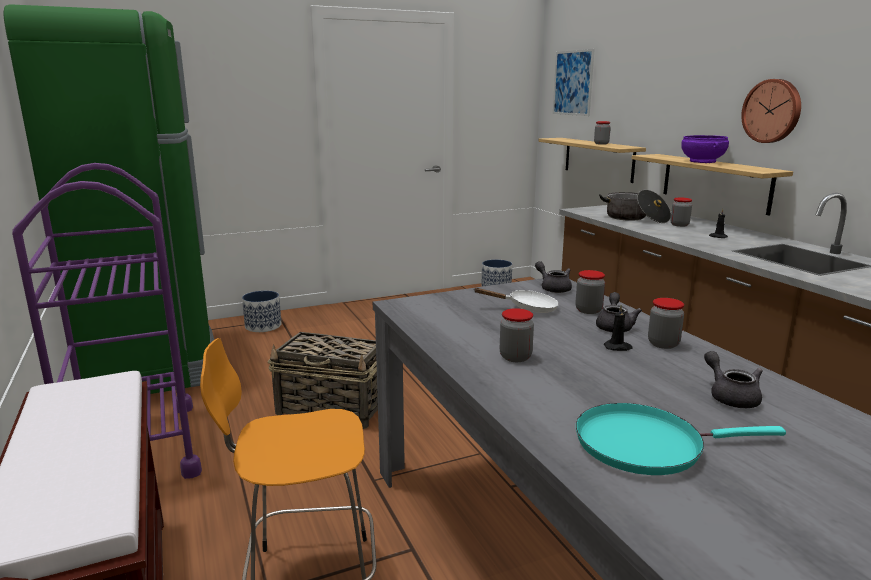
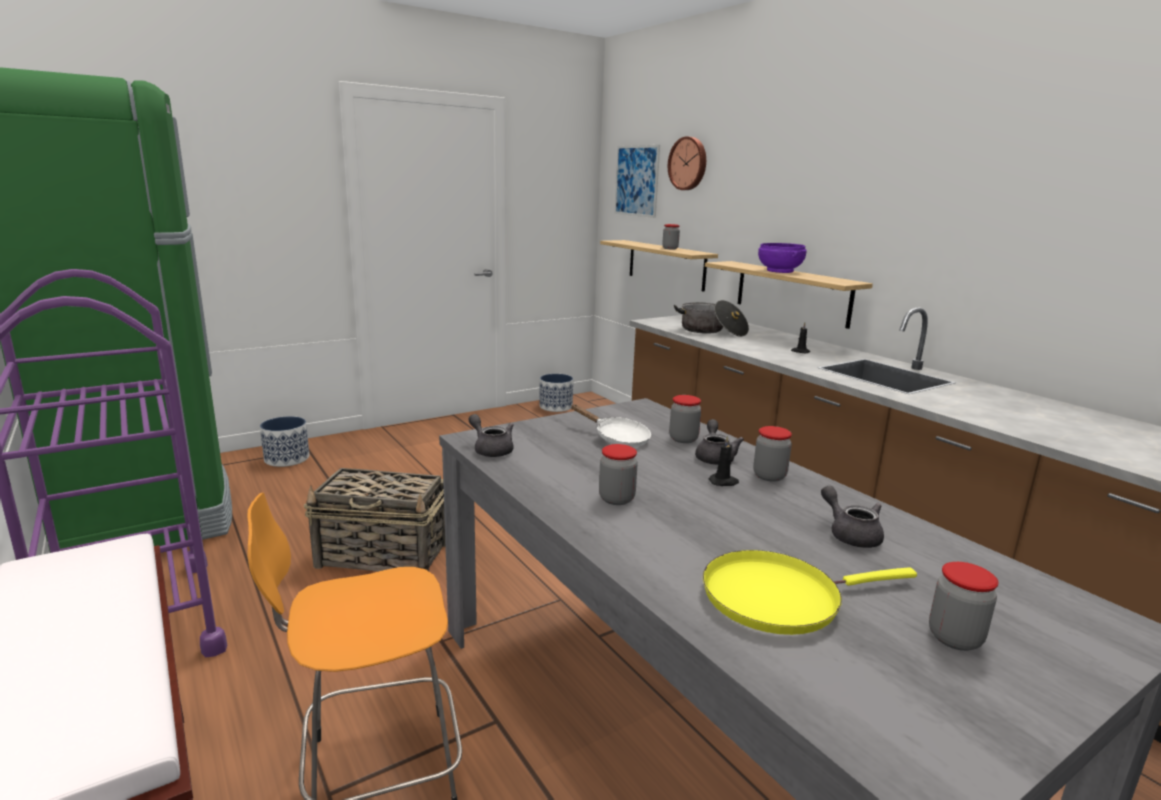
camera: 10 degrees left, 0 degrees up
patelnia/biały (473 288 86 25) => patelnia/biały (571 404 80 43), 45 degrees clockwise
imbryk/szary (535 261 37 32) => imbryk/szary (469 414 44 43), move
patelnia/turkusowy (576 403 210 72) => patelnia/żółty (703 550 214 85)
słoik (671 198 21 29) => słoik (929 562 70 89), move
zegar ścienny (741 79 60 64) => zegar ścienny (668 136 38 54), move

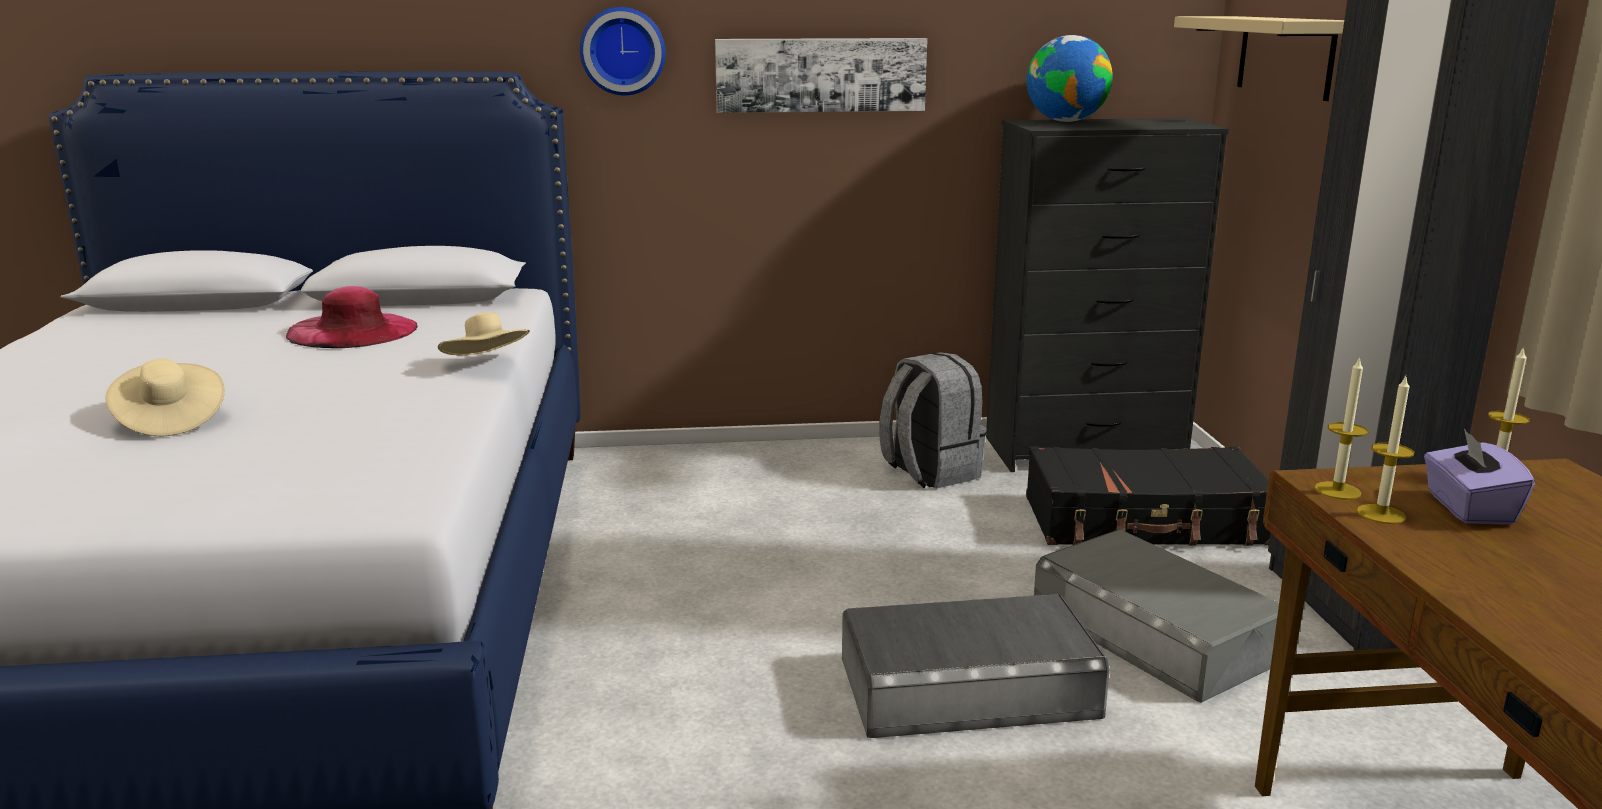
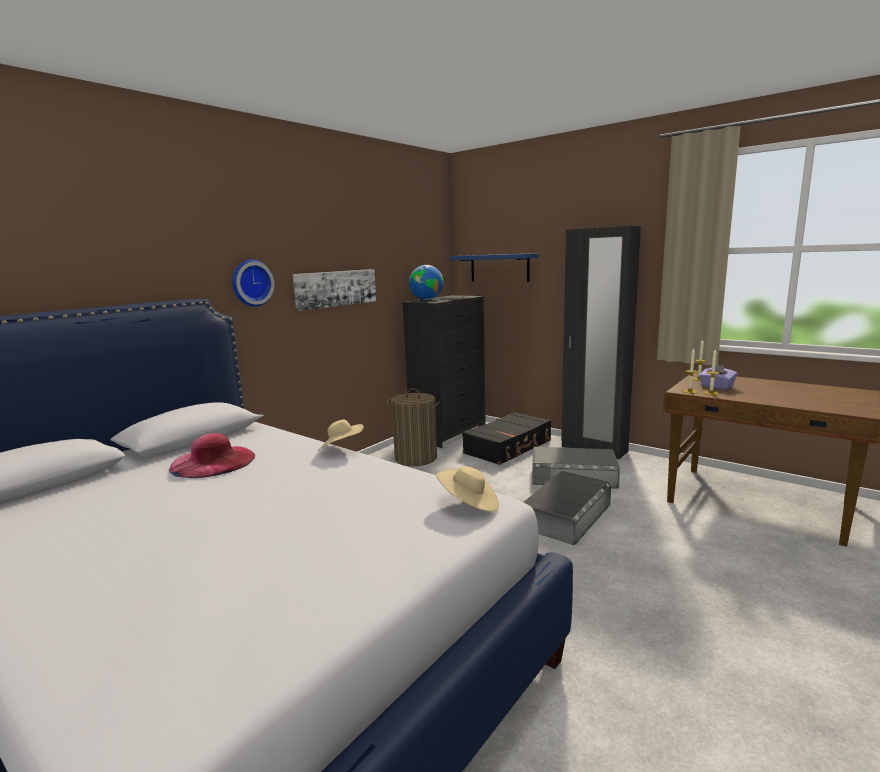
camera: 45 degrees left, 5 degrees down
kapelusz/beżowy (105 358 120 79) => kapelusz/beżowy (436 466 63 46), move
plecak/szary (879 352 108 137) => kosz na pranie (387 388 53 78)
półka/beżowy (1174 16 170 85) => półka/niebieski (449 253 90 29)

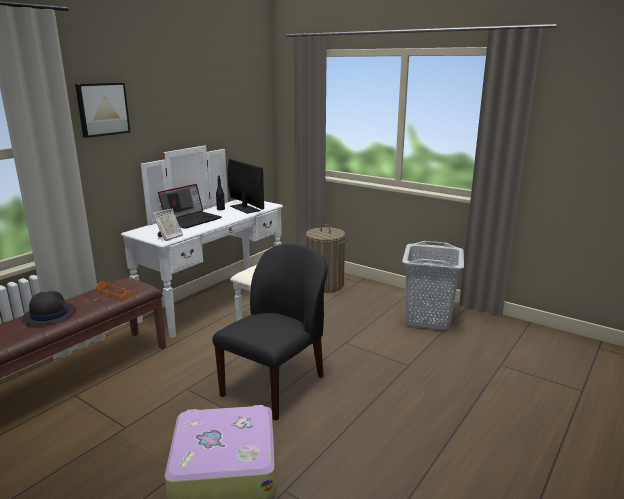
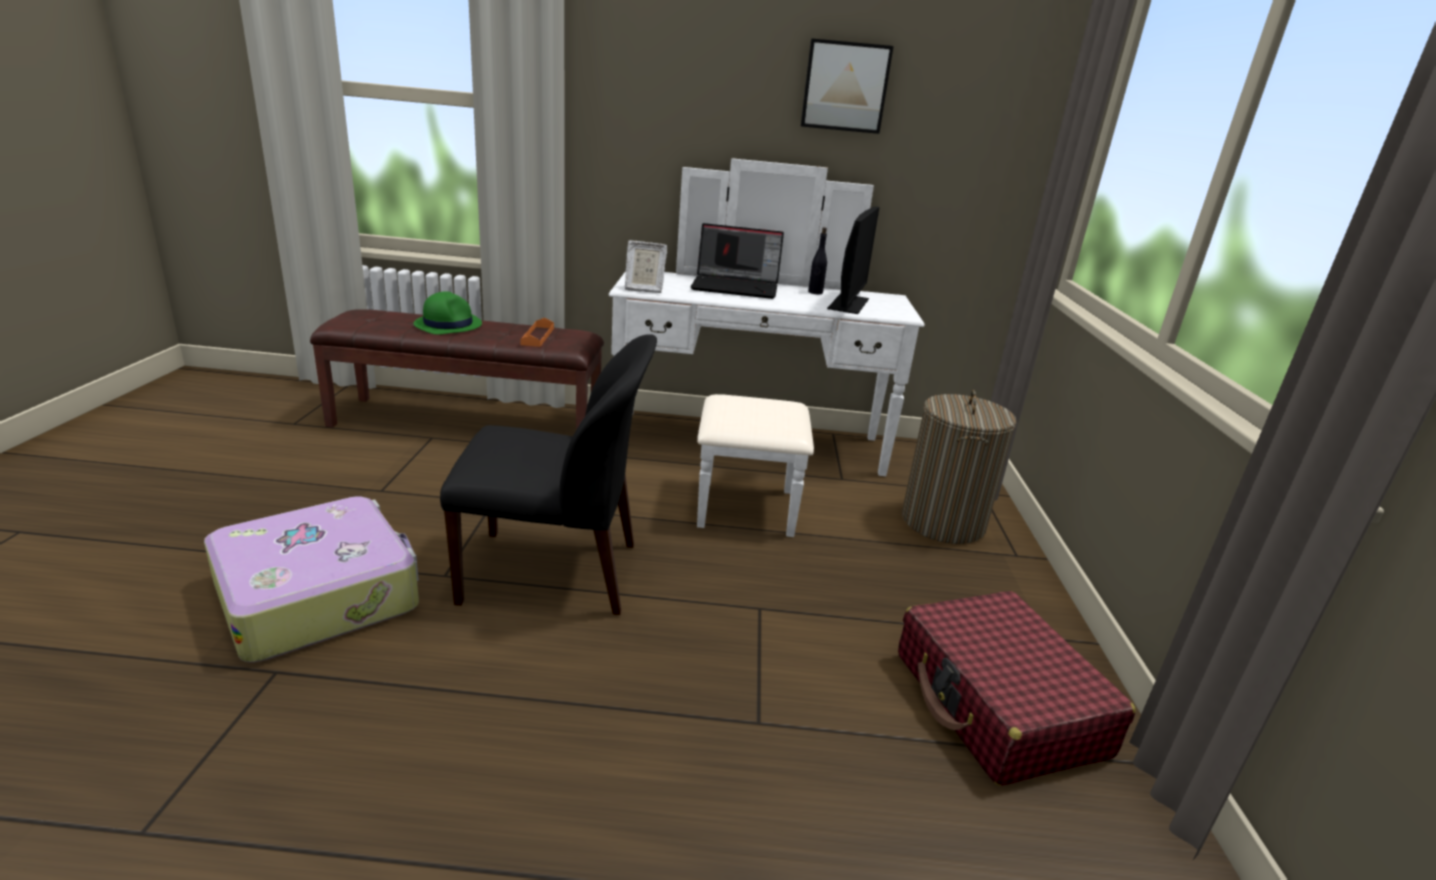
camera: 55 degrees right, 5 degrees up
kapelusz/czarny (23 291 53 34) => kapelusz/zielony (414 291 68 44)
obraz (75 82 56 56) => obraz (801 39 93 95), move
kosz na pranie/szary (402 241 62 89) => walizka/czerwony (898 591 238 195)

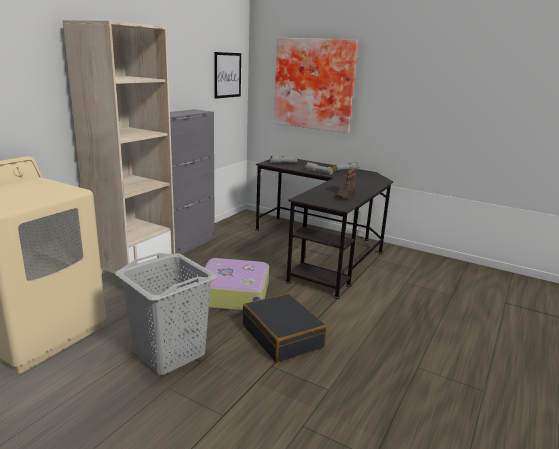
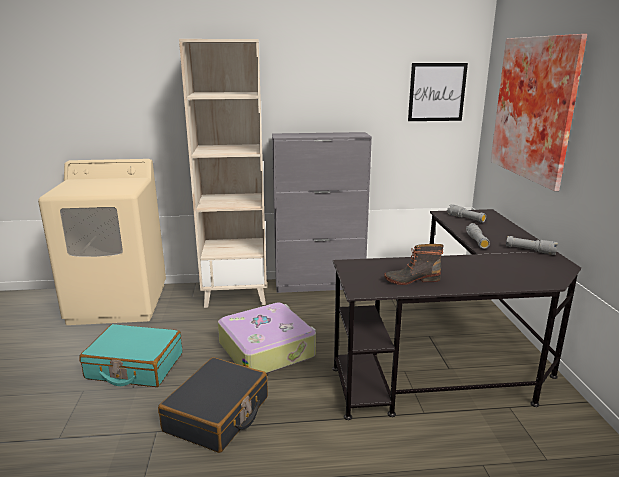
camera: 55 degrees right, 0 degrees up
kosz na pranie/szary (115 253 102 122) => walizka/turkusowy (79 324 103 63)

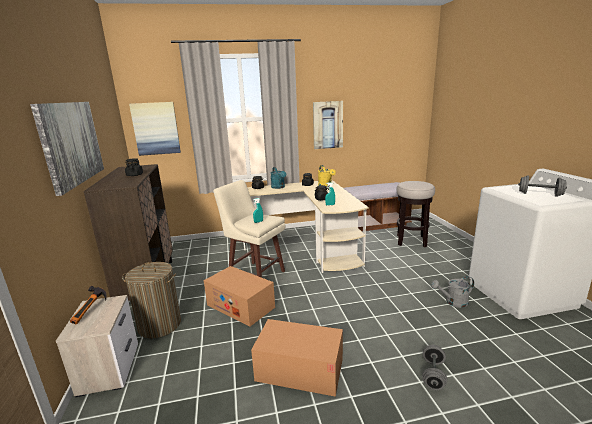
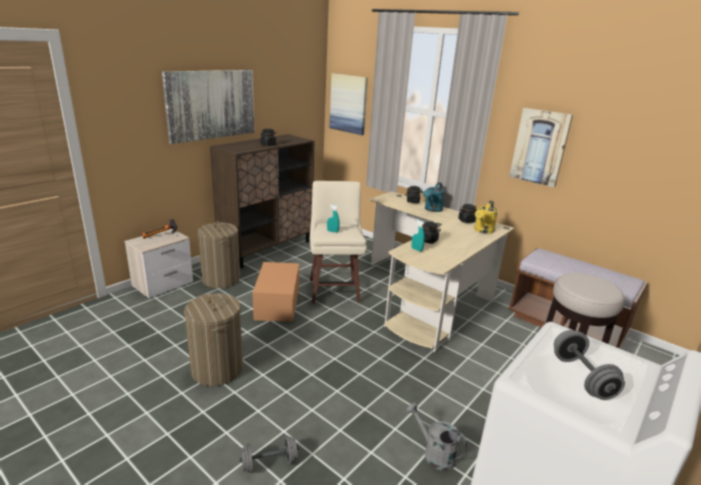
camera: 50 degrees right, 5 degrees up
karton (251 319 92 78) => kosz na pranie (184 293 59 93)

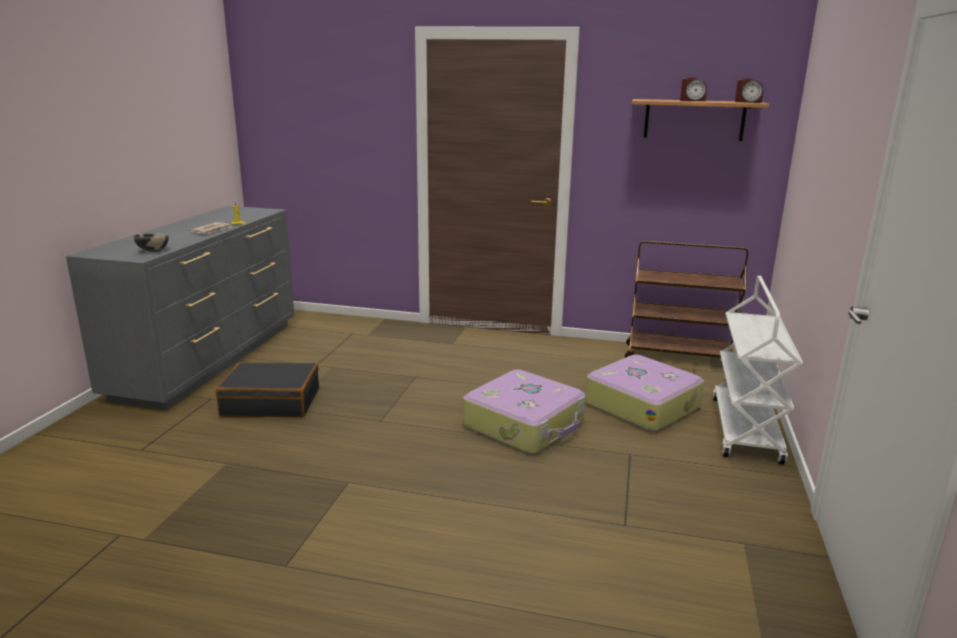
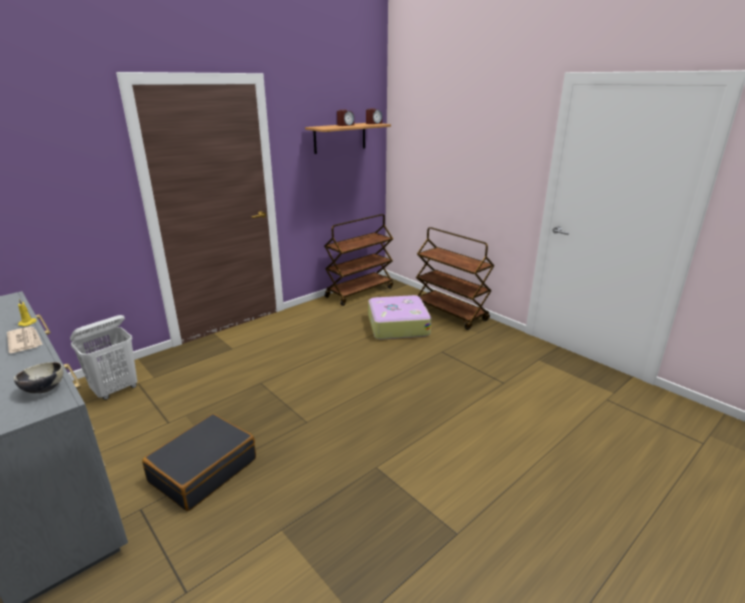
camera: 55 degrees left, 5 degrees up
walizka (463 369 122 85) => nothing
wózek/biały (713 276 90 188) => wózek/brązowy (416 227 79 103)
nothing => kosz na pranie/biały (70 315 67 85)

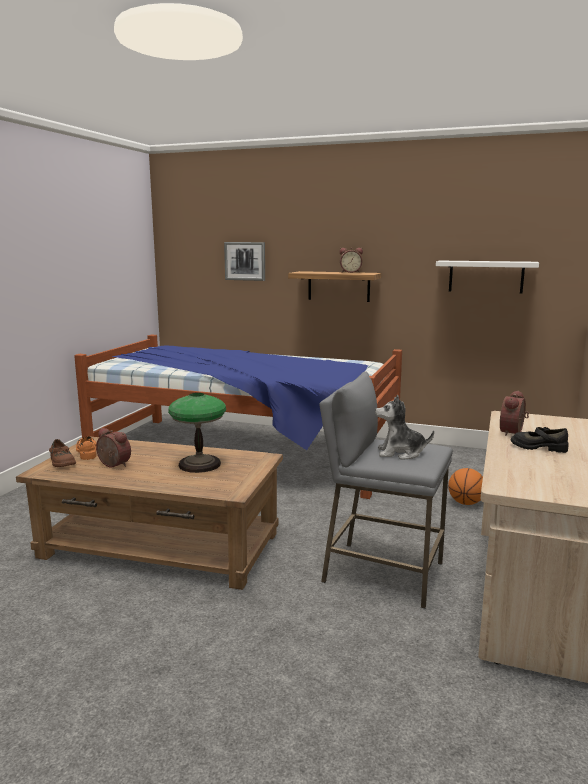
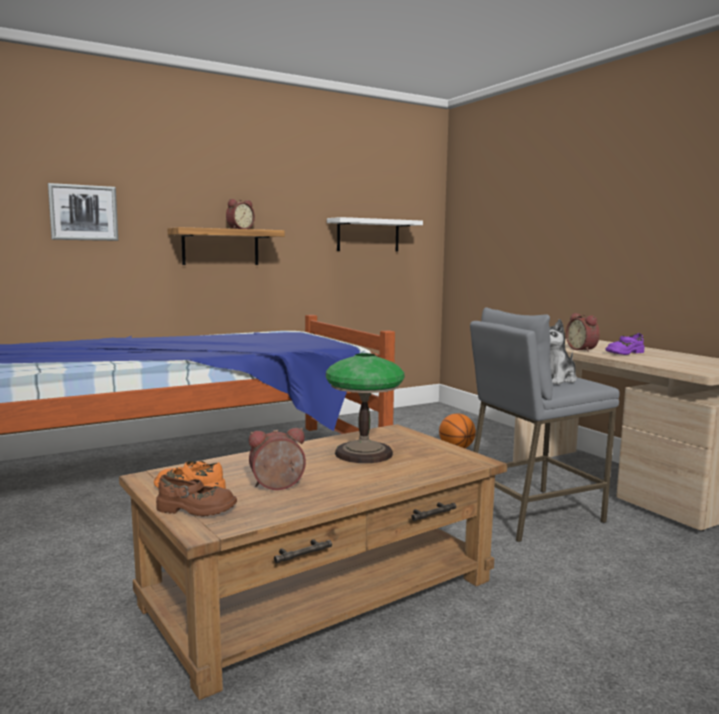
camera: 50 degrees left, 5 degrees down
but/czarny (511 427 57 26) => but/fioletowy (605 333 39 22)

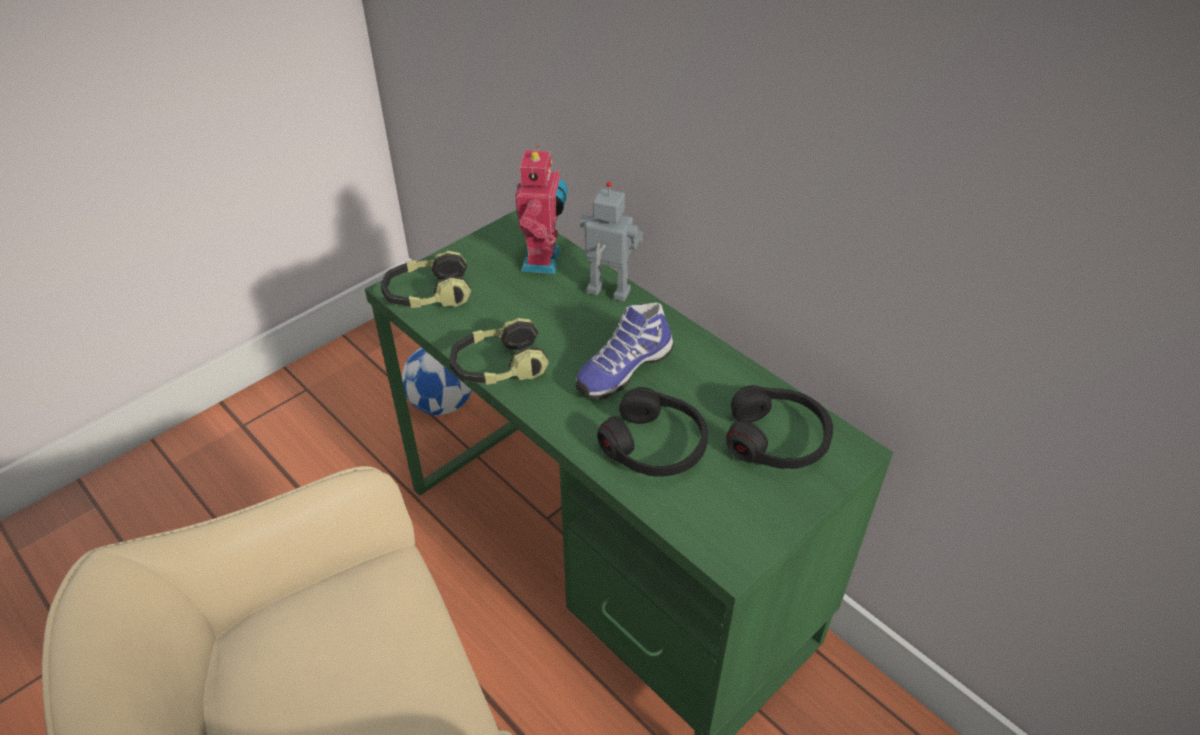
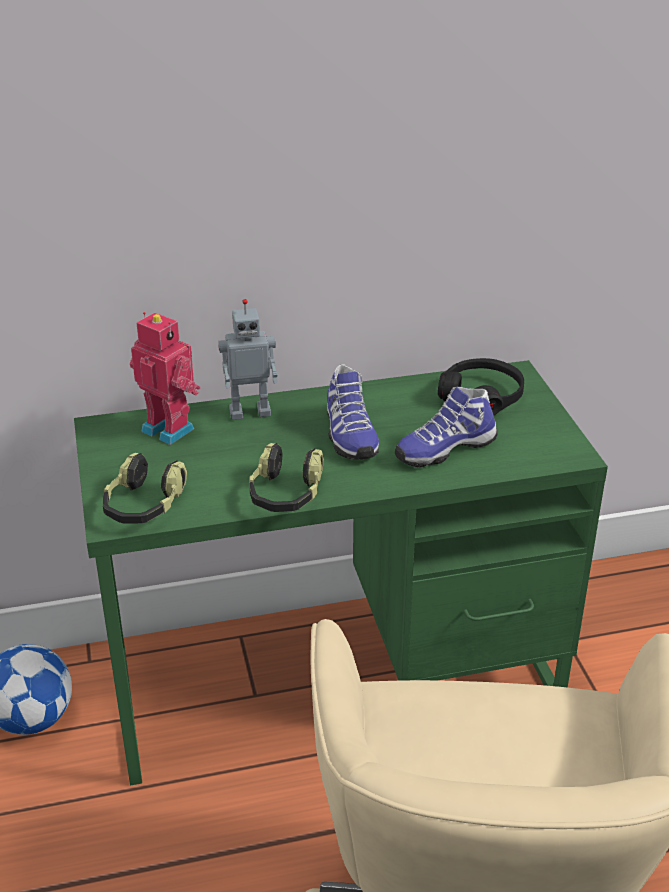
camera: 60 degrees left, 10 degrees down
robot zabawkowy (580 182 63 120) => robot zabawkowy (218 299 60 121), 150 degrees counterclockwise
słuchawki/czarny (597 387 111 90) => but (395 387 103 81)

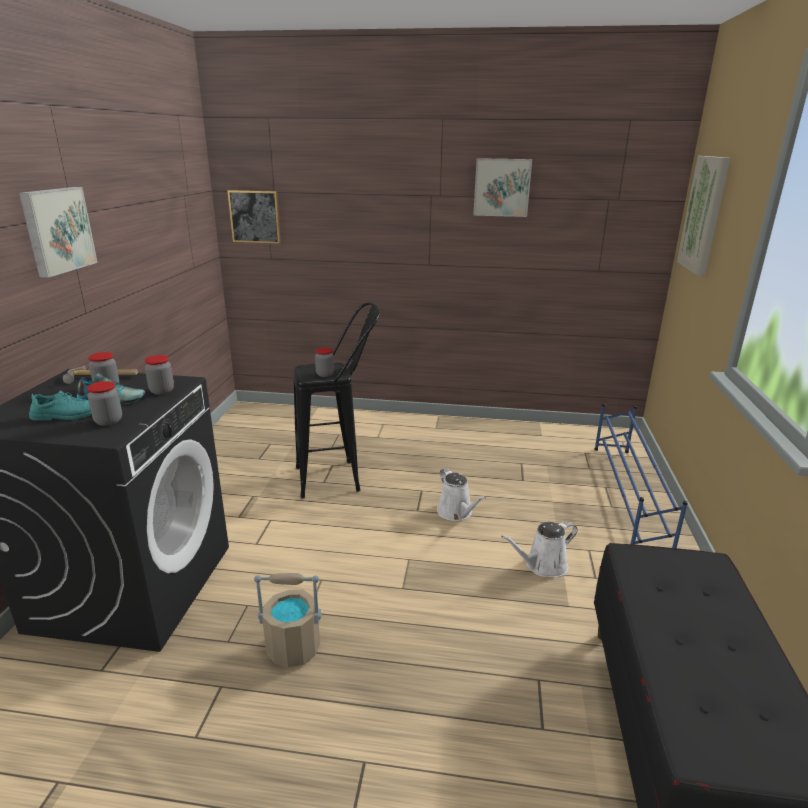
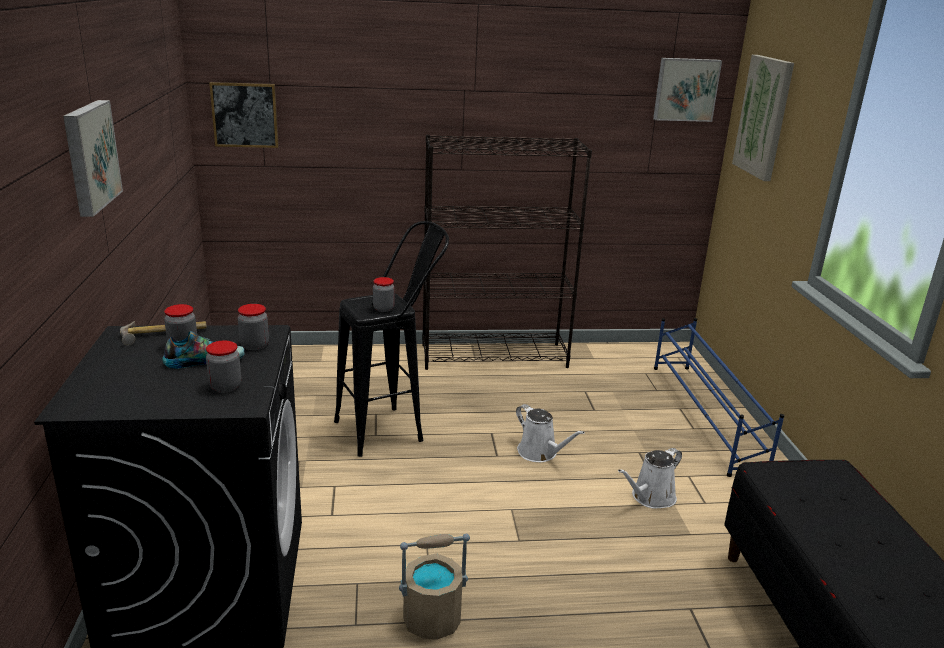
camera: 15 degrees left, 0 degrees up
but/turkusowy (29 391 63 30) => nothing
obraz (473 158 59 59) => obraz (653 58 69 64), move
nothing => regał/czarny (422 135 170 235)

